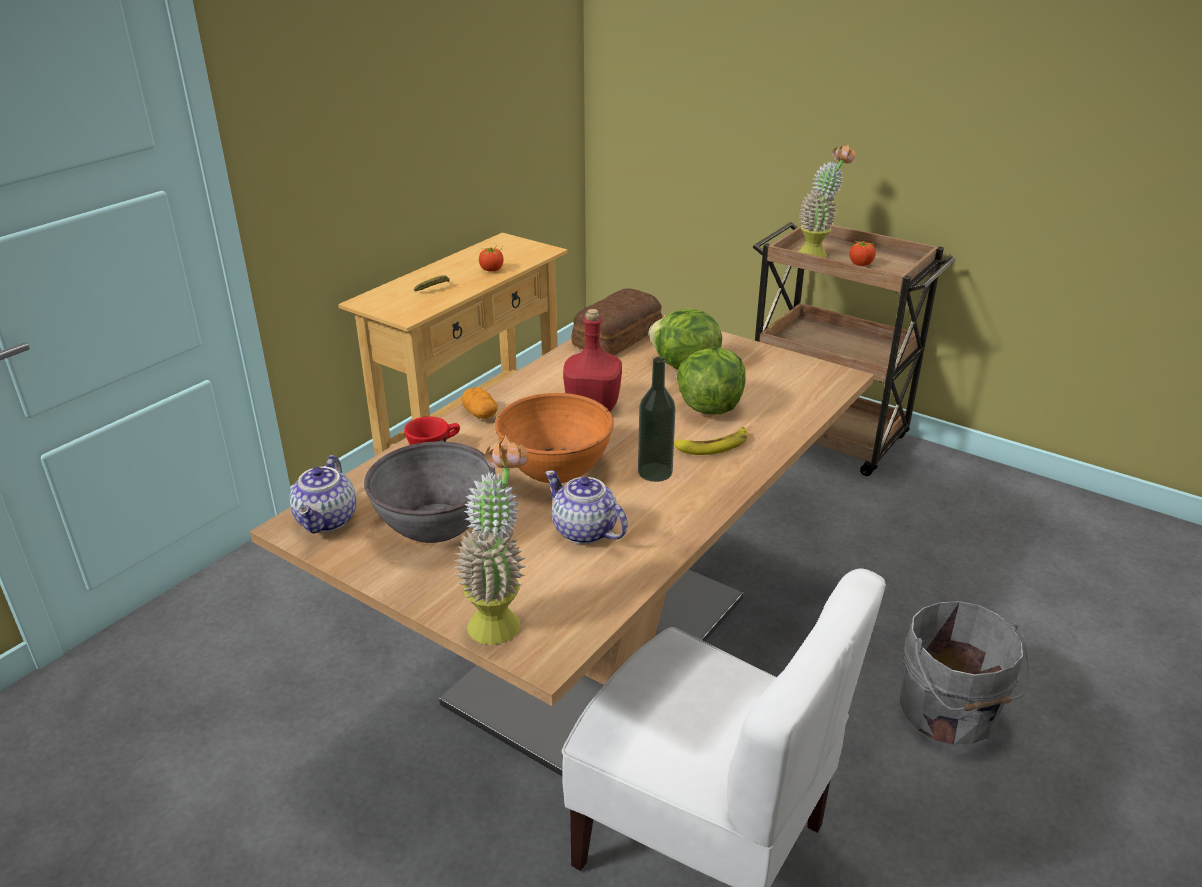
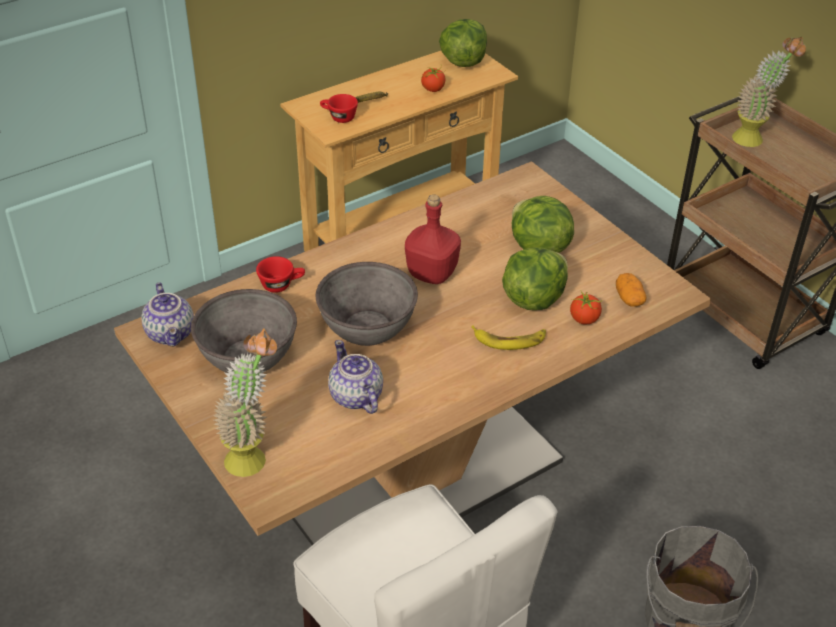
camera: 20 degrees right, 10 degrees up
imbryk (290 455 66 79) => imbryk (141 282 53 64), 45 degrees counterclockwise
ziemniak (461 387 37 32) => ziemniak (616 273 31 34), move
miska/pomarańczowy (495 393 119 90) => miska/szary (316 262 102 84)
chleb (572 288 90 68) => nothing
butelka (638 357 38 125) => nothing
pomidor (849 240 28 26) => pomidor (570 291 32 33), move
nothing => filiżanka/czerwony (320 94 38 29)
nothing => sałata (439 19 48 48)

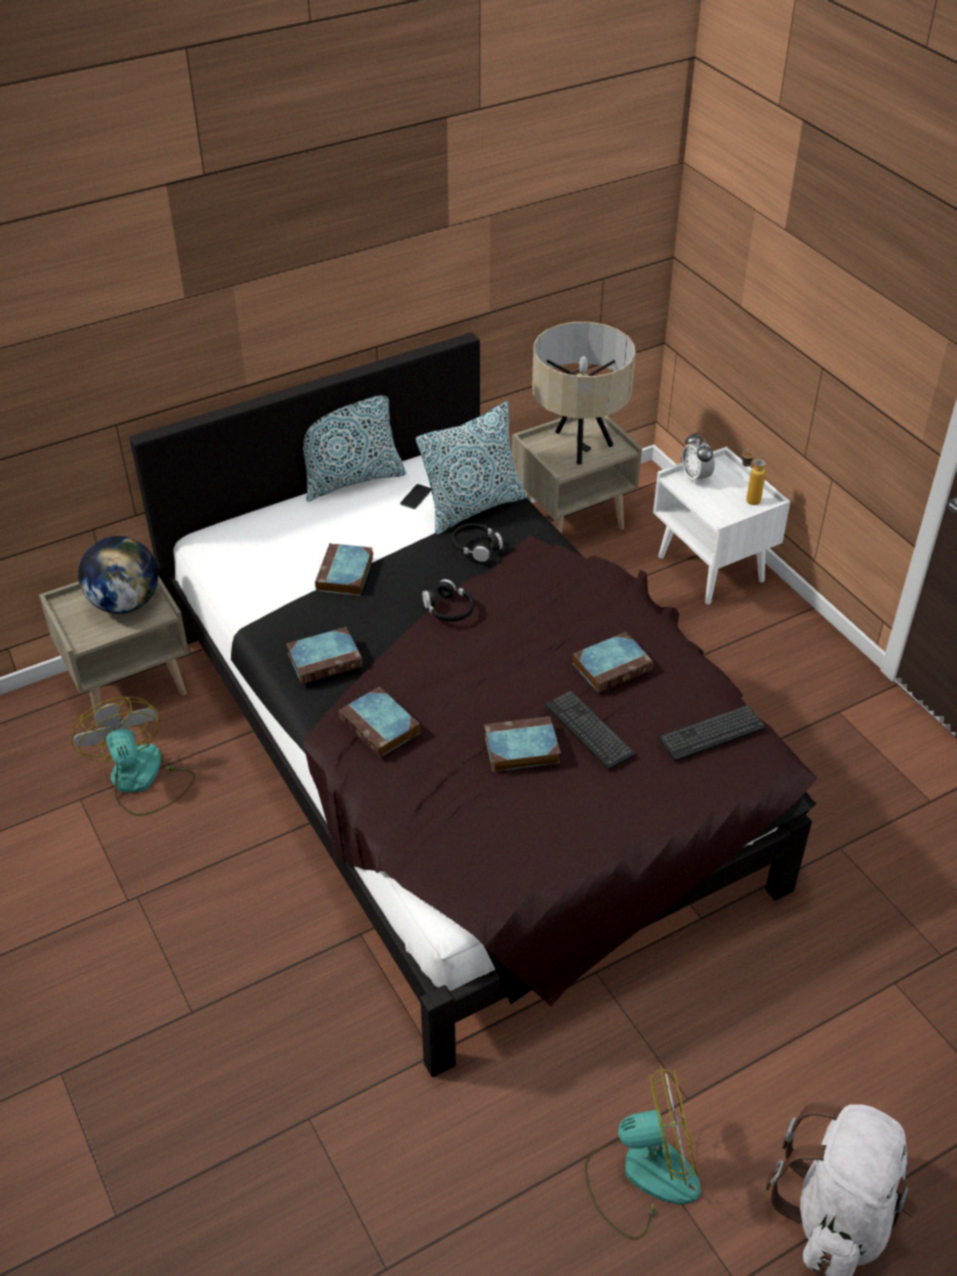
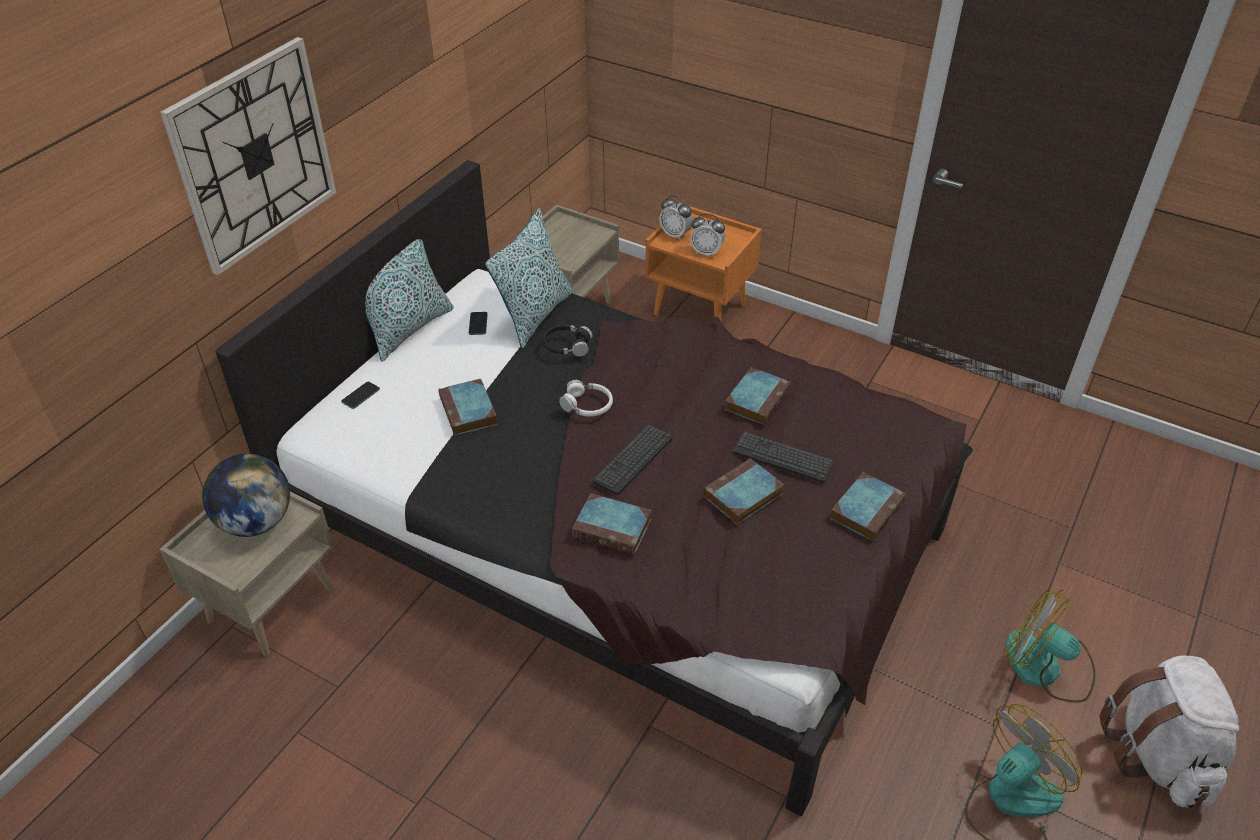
camera: 30 degrees left, 0 degrees up
wentylator (71 697 124 119) => wentylator (1004 588 91 115), move
książka (286 627 77 57) => książka (830 472 76 69), move
słuchawki/czarny (422 579 52 43) => słuchawki/biały (559 380 54 37)
lampa stołowa/beżowy (532 322 104 143) => nothing
szafka nocna/biały (653 447 138 158) => szafka nocna/pomarańczowy (645 206 117 115)
klawiatura (659 705 106 57) => klawiatura (593 425 79 70), move
butelka (742 449 24 56) => nothing
nothing => zegar ścienny (160 37 176 238)
nothing => telefon (341 382 39 27)
nothing => budzik (690 213 35 44)

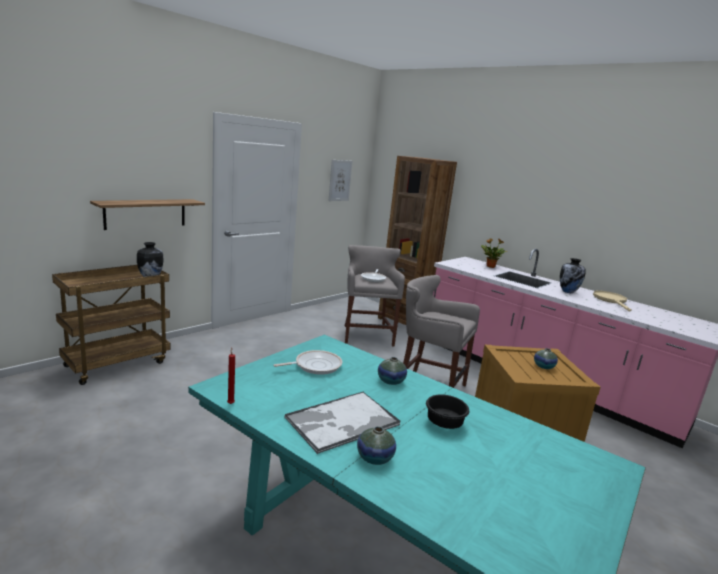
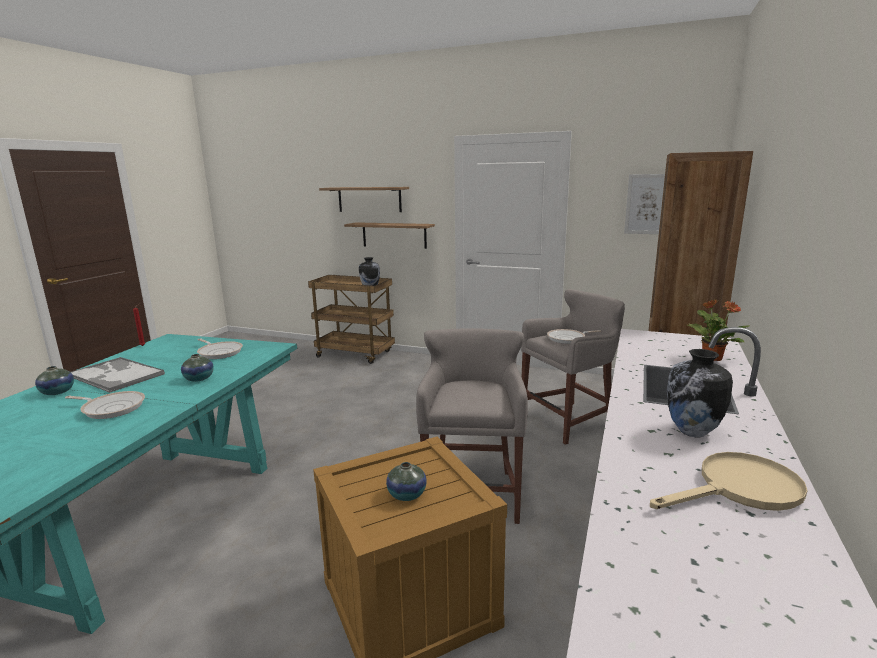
camera: 70 degrees right, 0 degrees up
miska/czarny (426 394 43 35) => patelnia (65 391 80 28)
nothing => półka (319 187 90 25)

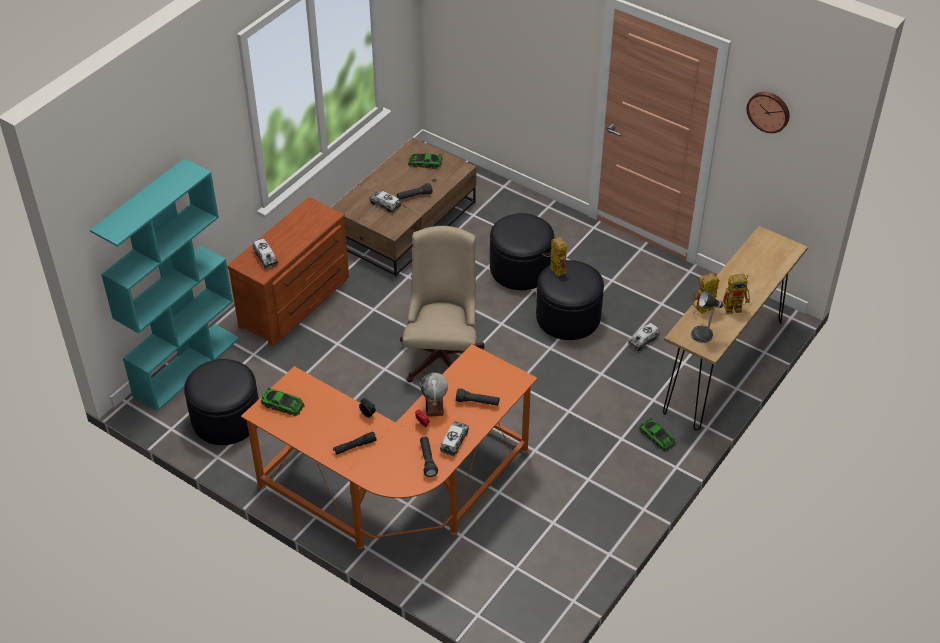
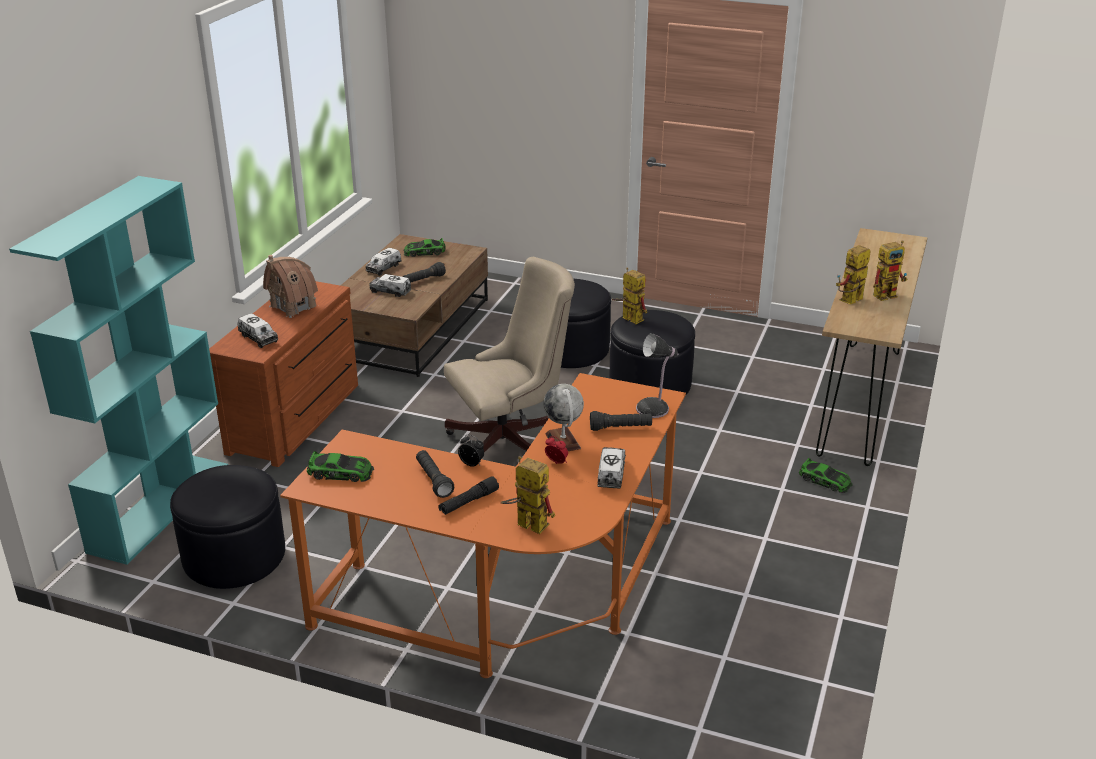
camera: 15 degrees left, 15 degrees down
krzesło biurowe/beżowy (400 226 85 156) => krzesło biurowe/beżowy (444 257 131 195), 75 degrees clockwise
latarka/czarny (420 437 18 40) => latarka/czarny (416 450 38 48), move
ciężarówka zabawkowa (628 323 32 28) => ciężarówka zabawkowa (366 248 36 28), move
lampa stołowa (691 291 33 52) => lampa stołowa (636 333 42 85), move
zegar ścienny (746 92 43 41) => nothing
nothing => domek (263 255 55 63)
nothing => robot zabawkowy (500 456 55 78)

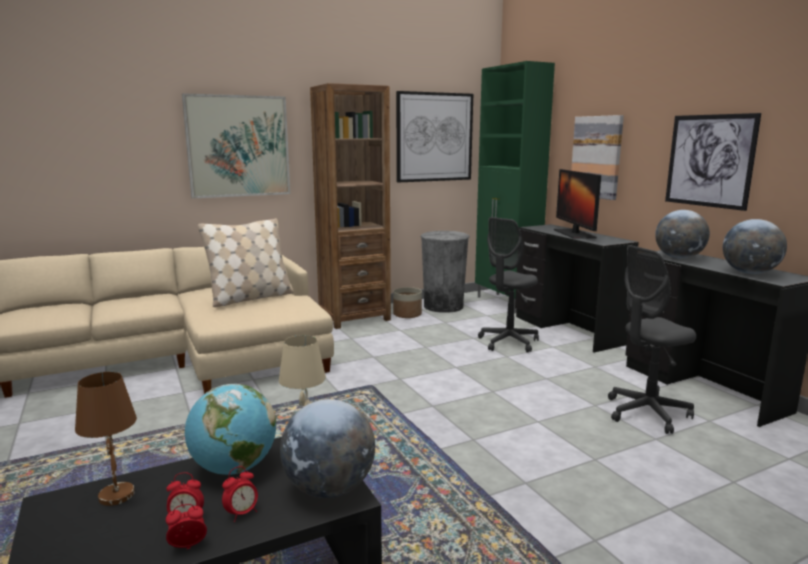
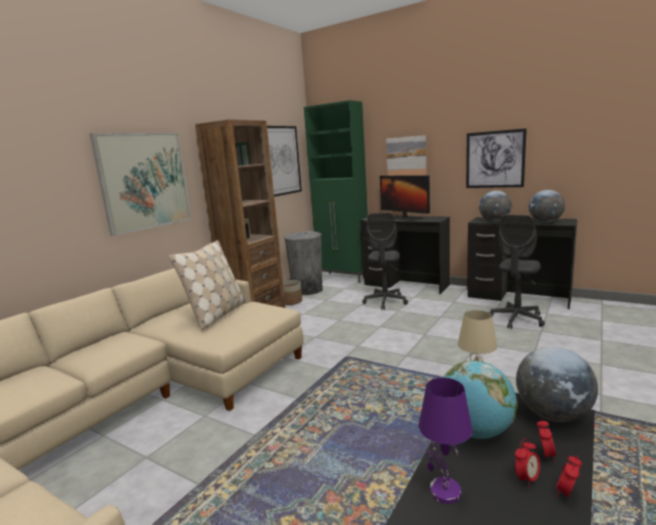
camera: 30 degrees left, 0 degrees up
lampa stołowa/brązowy (75 372 62 134) => lampa stołowa/fioletowy (419 378 54 126)

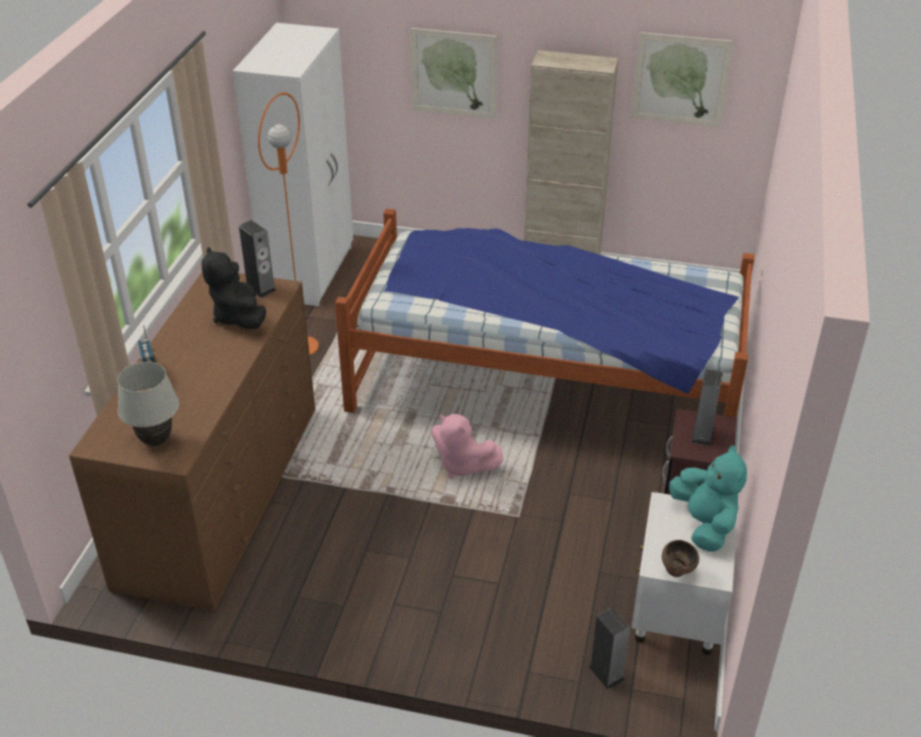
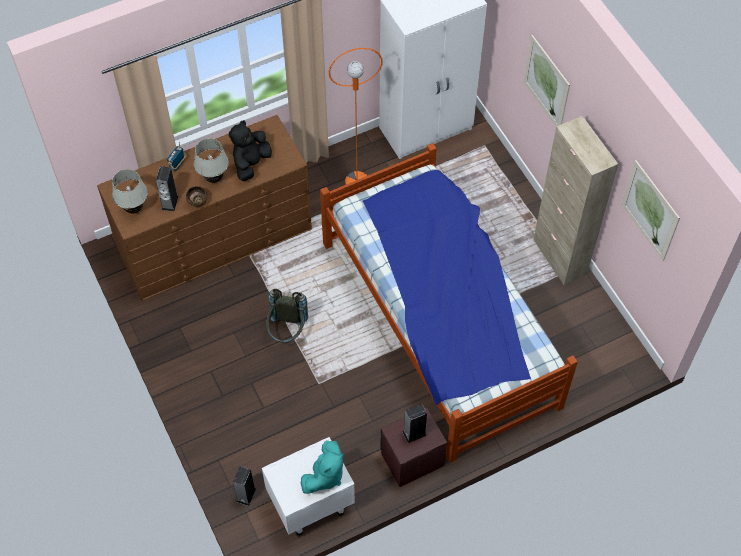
camera: 50 degrees right, 20 degrees up
głośnik (239 220 38 78) => głośnik (156 166 22 45), move
pluszak/różowy (431 414 73 64) => nothing
miska/brązowy (662 540 37 37) => miska/brązowy (186 186 21 21), move
nothing => lampa stołowa/biały (194 138 35 45)
nothing => plecak/szary (266 289 42 54)

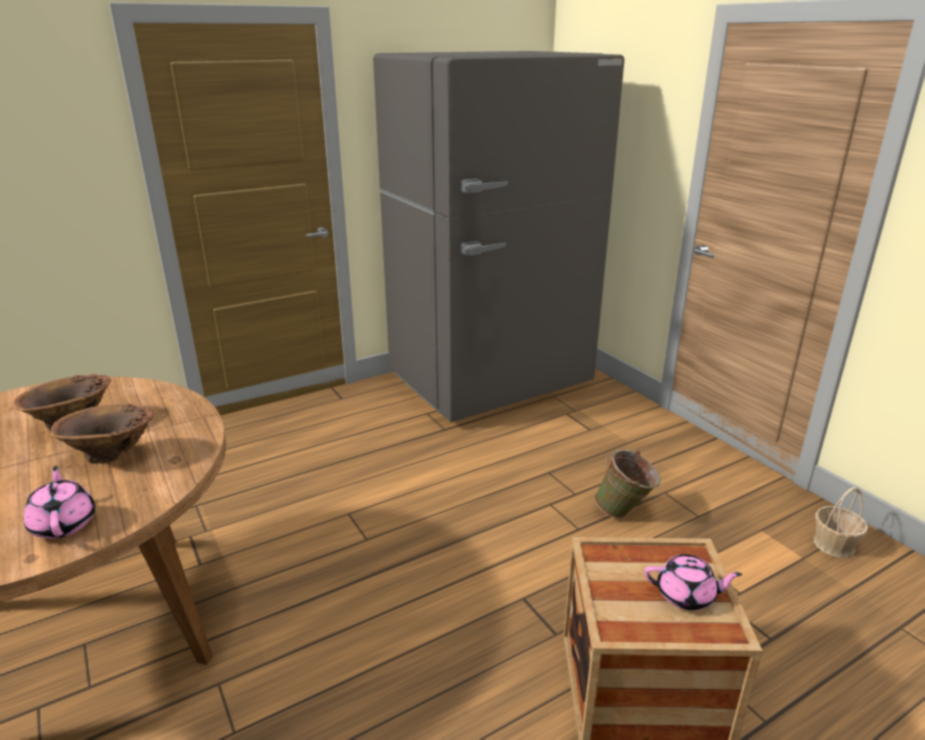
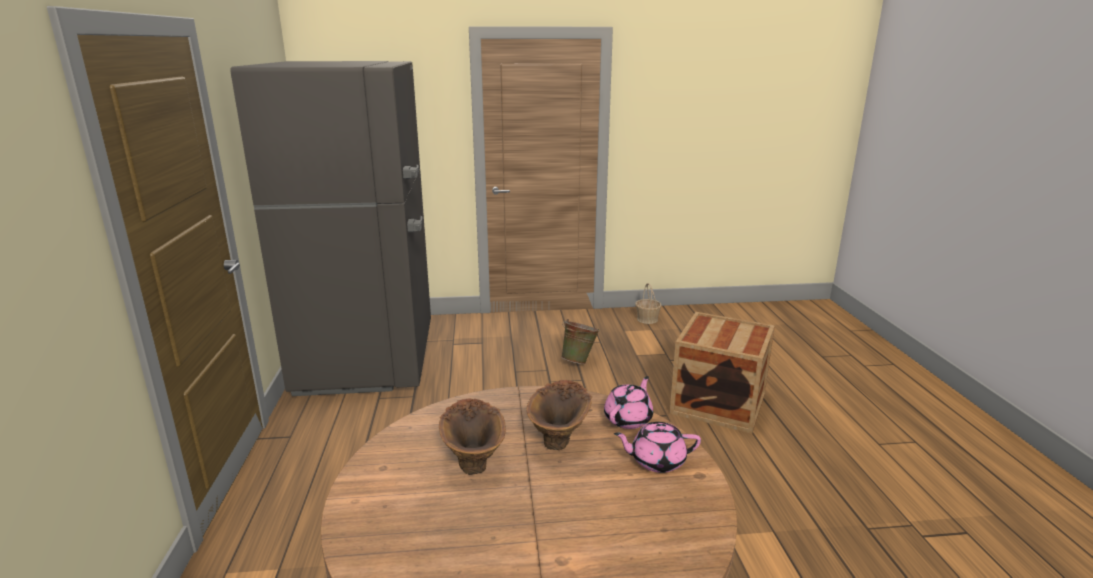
camera: 65 degrees left, 5 degrees down
imbryk/różowy (644 554 98 56) => imbryk/różowy (604 376 49 53), move

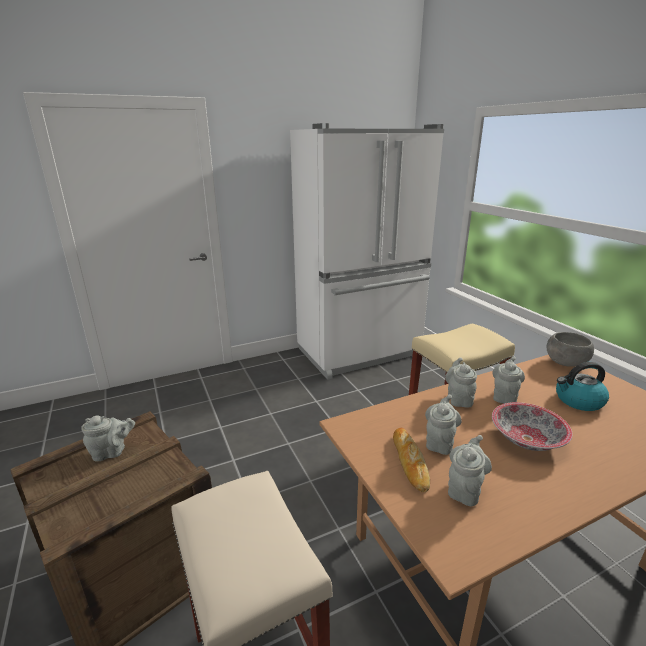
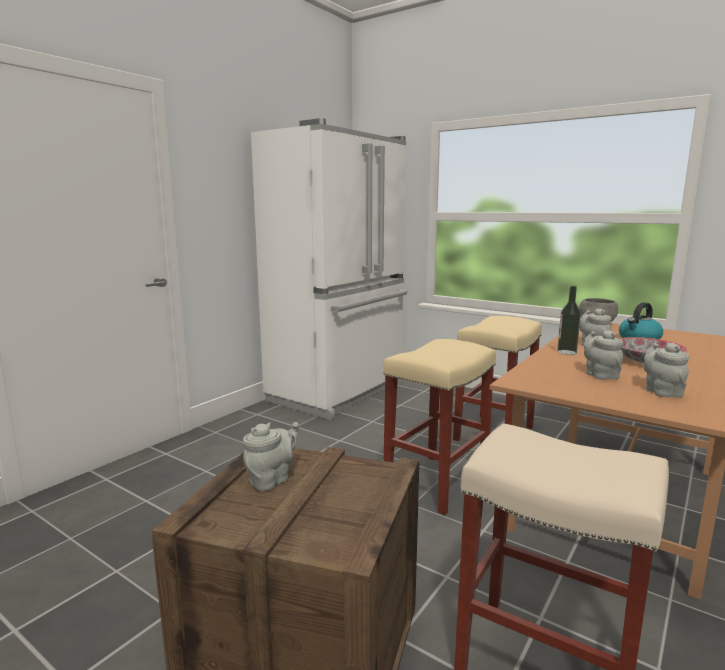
camera: 30 degrees left, 10 degrees down
chleb (393 427 37 65) => nothing
imbryk/szary (445 357 32 50) => butelka (557 286 24 69)
nothing => stołek/beżowy (383 339 113 176)

